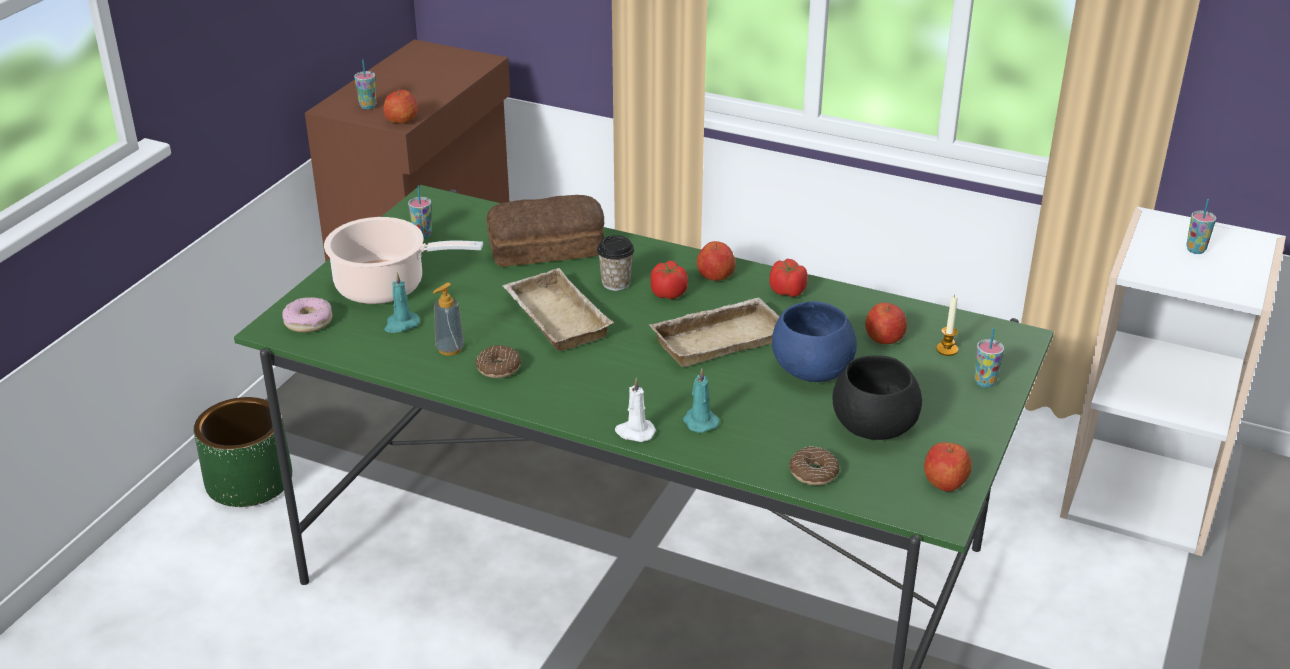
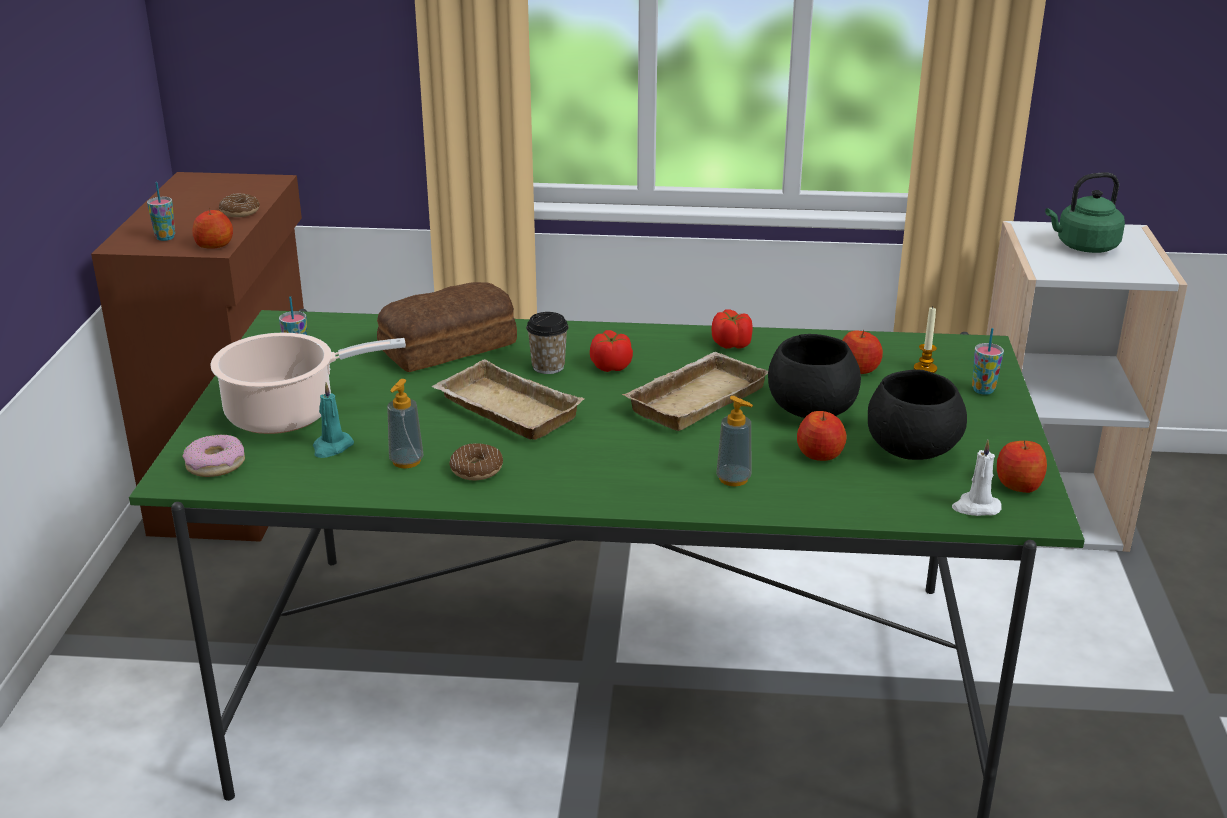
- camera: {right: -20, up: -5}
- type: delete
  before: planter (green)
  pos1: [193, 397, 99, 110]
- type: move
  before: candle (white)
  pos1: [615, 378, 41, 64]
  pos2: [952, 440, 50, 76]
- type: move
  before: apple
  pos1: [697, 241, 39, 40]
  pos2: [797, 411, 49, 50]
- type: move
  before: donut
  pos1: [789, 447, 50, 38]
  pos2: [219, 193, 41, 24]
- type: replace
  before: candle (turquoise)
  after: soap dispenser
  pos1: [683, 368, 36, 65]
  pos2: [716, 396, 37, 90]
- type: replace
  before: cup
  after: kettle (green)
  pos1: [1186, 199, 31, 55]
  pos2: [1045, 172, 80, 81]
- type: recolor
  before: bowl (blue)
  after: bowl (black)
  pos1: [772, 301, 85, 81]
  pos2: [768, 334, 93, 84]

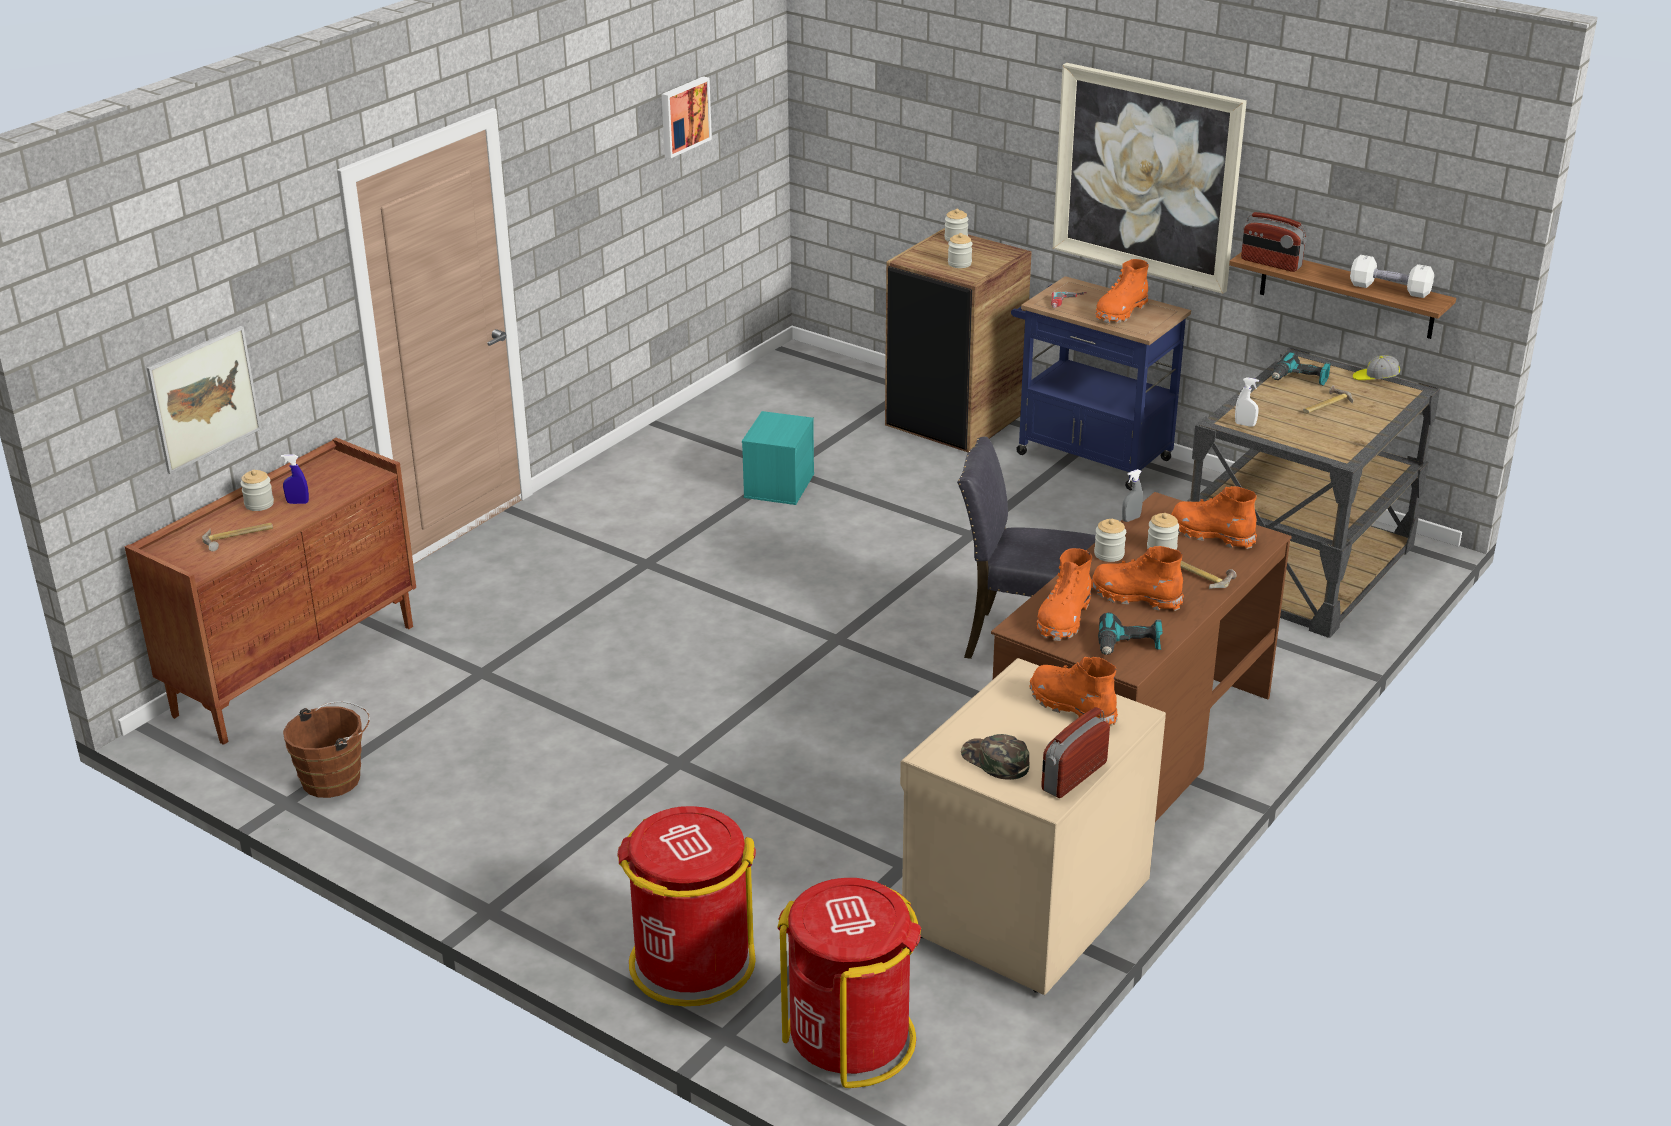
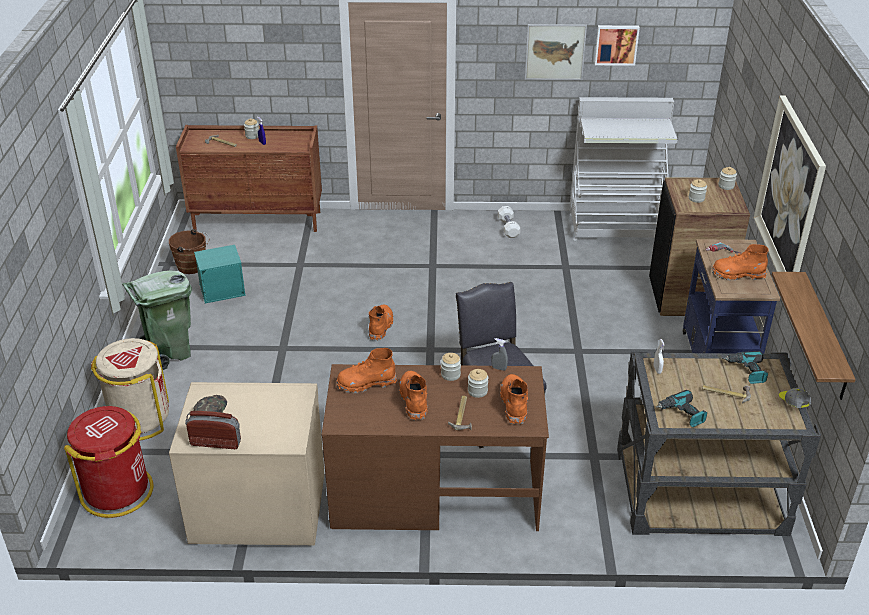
- camera: {right: 55, up: 5}
- type: delete
  before: radio
  pos1: [1241, 212, 66, 60]
- type: insert
  after: trash can (green)
  pos2: [122, 270, 70, 100]
- type: insert
  after: shoe rack (white)
  pos2: [569, 97, 108, 143]
- type: move
  before: picture
  pos1: [147, 326, 114, 148]
  pos2: [525, 24, 62, 56]
- type: move
  before: storage box (turquoise)
  pos1: [742, 411, 72, 94]
  pos2: [194, 245, 52, 58]
- type: move
  before: boot (orange)
  pos1: [1029, 657, 89, 68]
  pos2: [369, 304, 24, 37]
- type: move
  before: power drill
  pos1: [1098, 612, 65, 43]
  pos2: [656, 390, 51, 37]
- type: move
  before: dumbbell (white)
  pos1: [1350, 255, 84, 43]
  pos2: [498, 206, 22, 32]
- type: recolor
  before: trash can (red)
  after: trash can (beige)
  pos1: [617, 806, 139, 200]
  pos2: [91, 338, 78, 103]

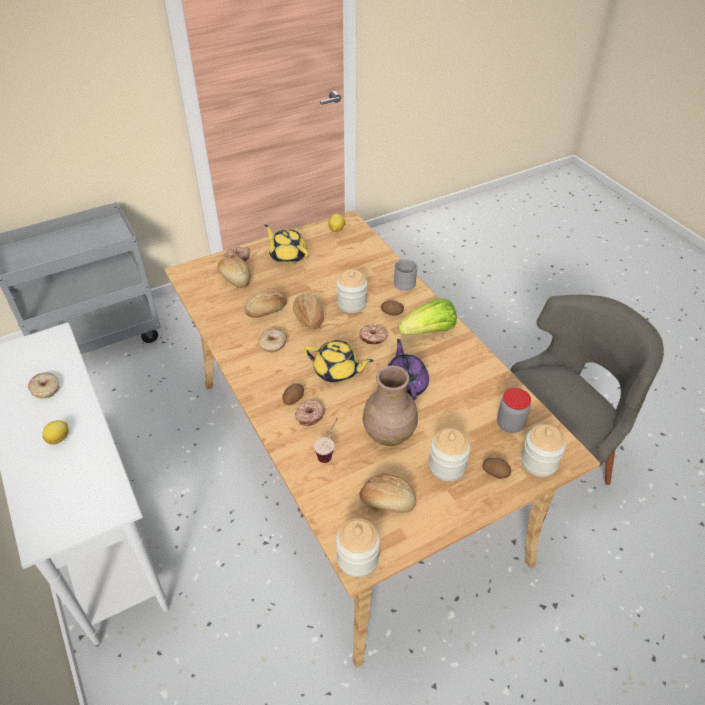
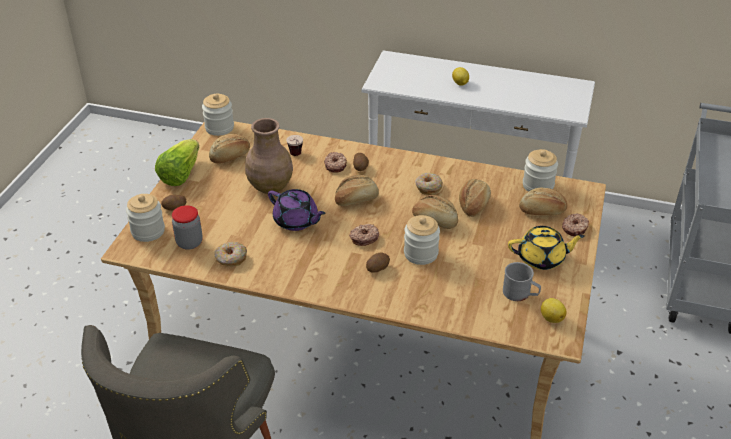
- camera: {right: 135, up: -5}
- type: move
  before: donut
  pos1: [28, 373, 31, 26]
  pos2: [215, 242, 32, 24]
- type: move
  before: mug (grey)
  pos1: [394, 259, 24, 32]
  pos2: [503, 262, 38, 39]
- type: move
  before: lettuce
  pos1: [398, 298, 59, 37]
  pos2: [155, 139, 44, 47]
- type: move
  before: jar
  pos1: [429, 428, 41, 53]
  pos2: [523, 149, 35, 43]
- type: replace
  before: teapot (yellow)
  after: bread
  pos1: [304, 340, 70, 43]
  pos2: [335, 175, 44, 31]

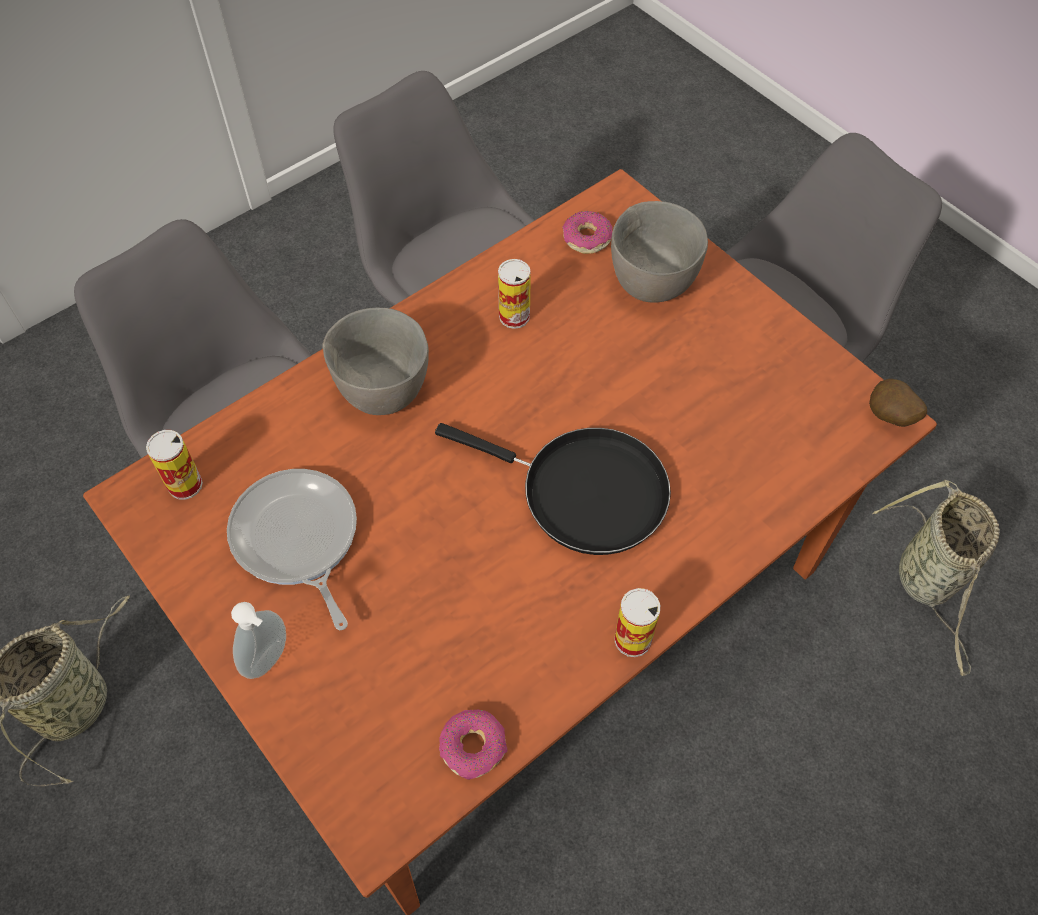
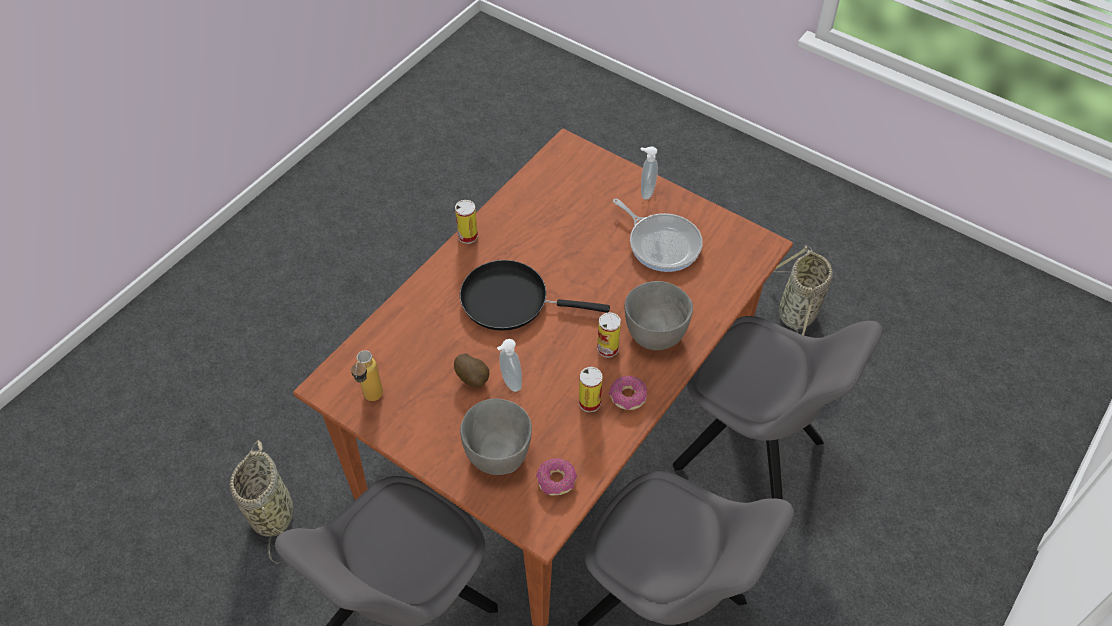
- camera: {right: 165, up: -5}
- type: insert
  after: bottle
  pos2: [351, 350, 32, 51]
- type: insert
  after: soap dispenser
  pos2: [497, 339, 25, 53]
- type: move
  before: can
  pos1: [146, 430, 57, 70]
  pos2: [597, 312, 24, 46]
- type: move
  before: donut
  pos1: [439, 710, 69, 70]
  pos2: [609, 376, 38, 34]
- type: move
  before: potato
  pos1: [869, 379, 58, 48]
  pos2: [454, 353, 35, 35]

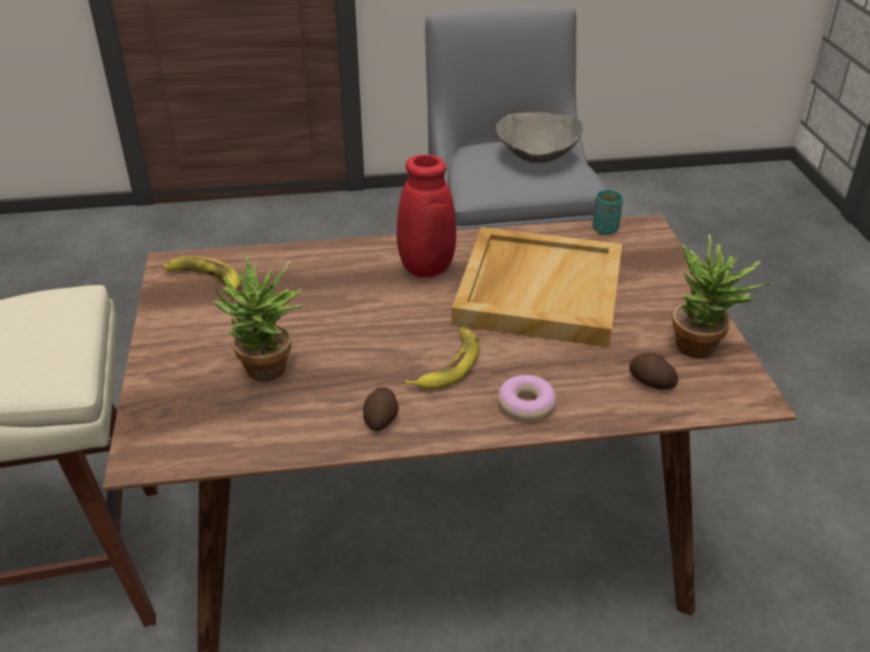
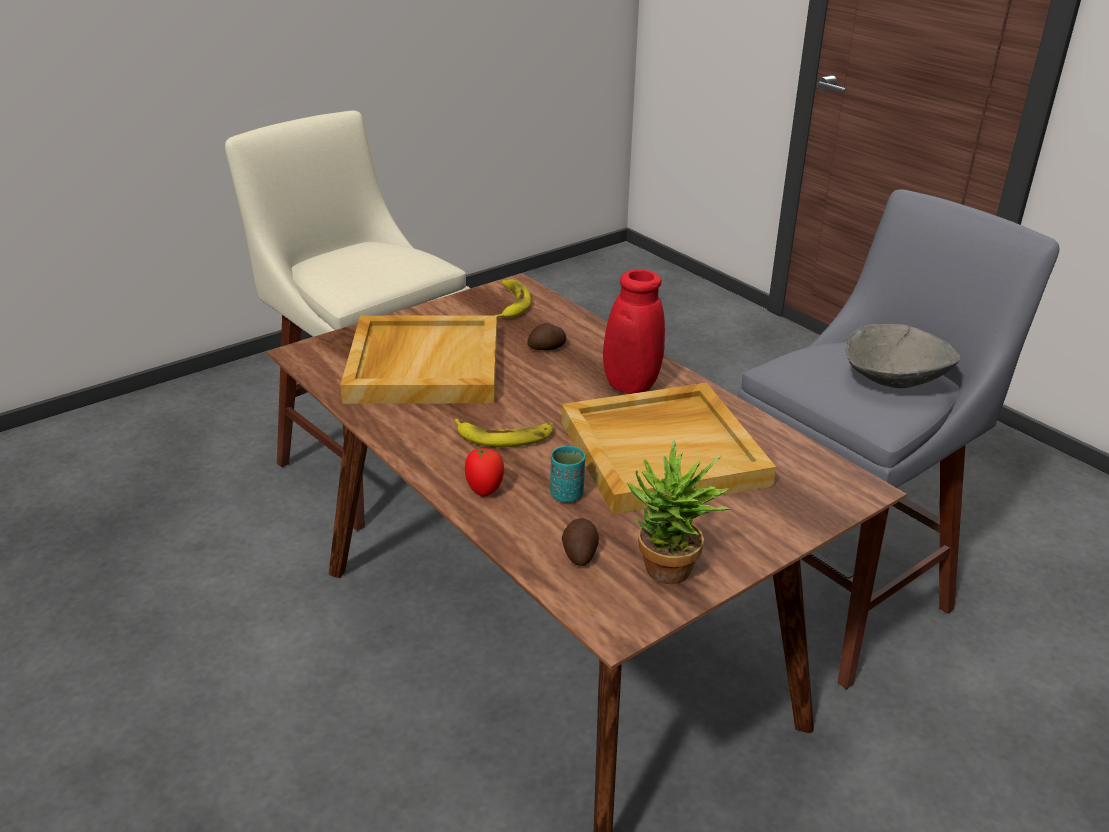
- camera: {right: 60, up: -5}
- type: move
  before: potato
  pos1: [363, 387, 36, 44]
  pos2: [527, 323, 39, 27]
- type: move
  before: cup (turquoise)
  pos1: [593, 190, 30, 44]
  pos2: [550, 446, 35, 57]
- type: replace
  before: potted plant
  after: tray (beige)
  pos1: [213, 255, 90, 126]
  pos2: [340, 315, 157, 89]
- type: replace
  before: donut
  after: tomato
  pos1: [498, 375, 58, 46]
  pos2: [465, 447, 39, 50]

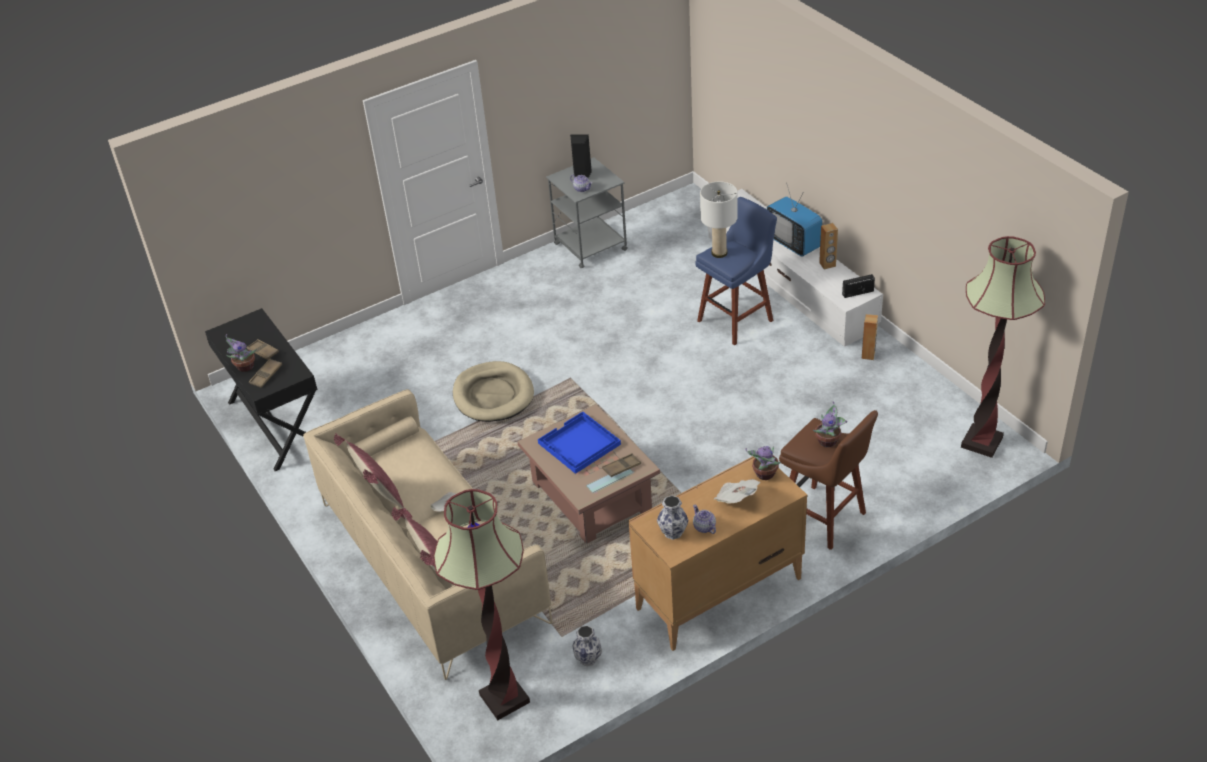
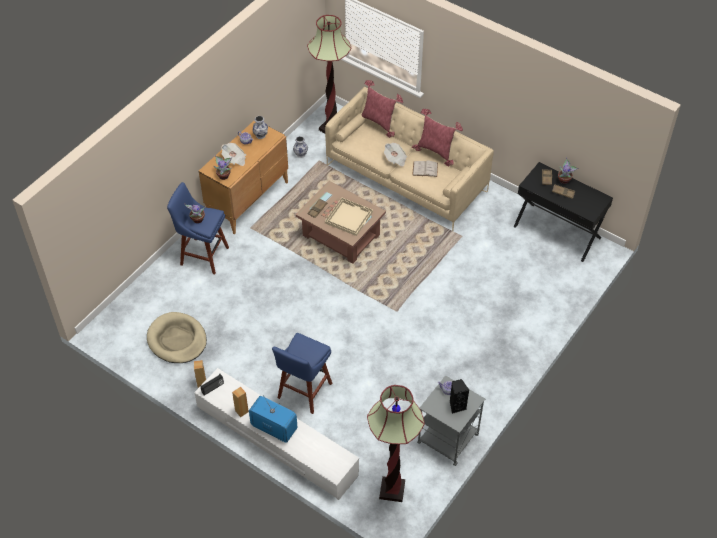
- camera: {right: 155, up: 10}
- type: delete
  before: table lamp (white)
  pos1: [700, 181, 38, 77]
- type: insert
  after: book (white)
  pos2: [412, 161, 26, 16]
- type: move
  before: dog bed (beige)
  pos1: [453, 361, 81, 61]
  pos2: [147, 312, 60, 51]
- type: move
  before: floor lamp
  pos1: [961, 236, 84, 222]
  pos2: [367, 385, 58, 117]
- type: recolor
  before: tray (blue)
  after: tray (beige)
  pos1: [538, 412, 83, 62]
  pos2: [325, 198, 48, 38]
- type: recolor
  before: stool (brown)
  after: stool (blue)
  pos1: [779, 410, 99, 140]
  pos2: [167, 182, 62, 93]

